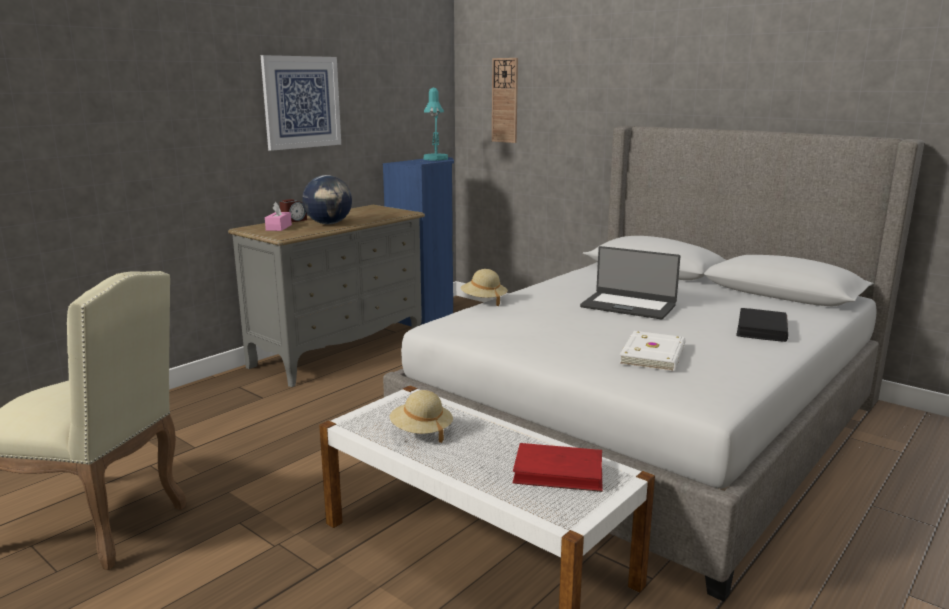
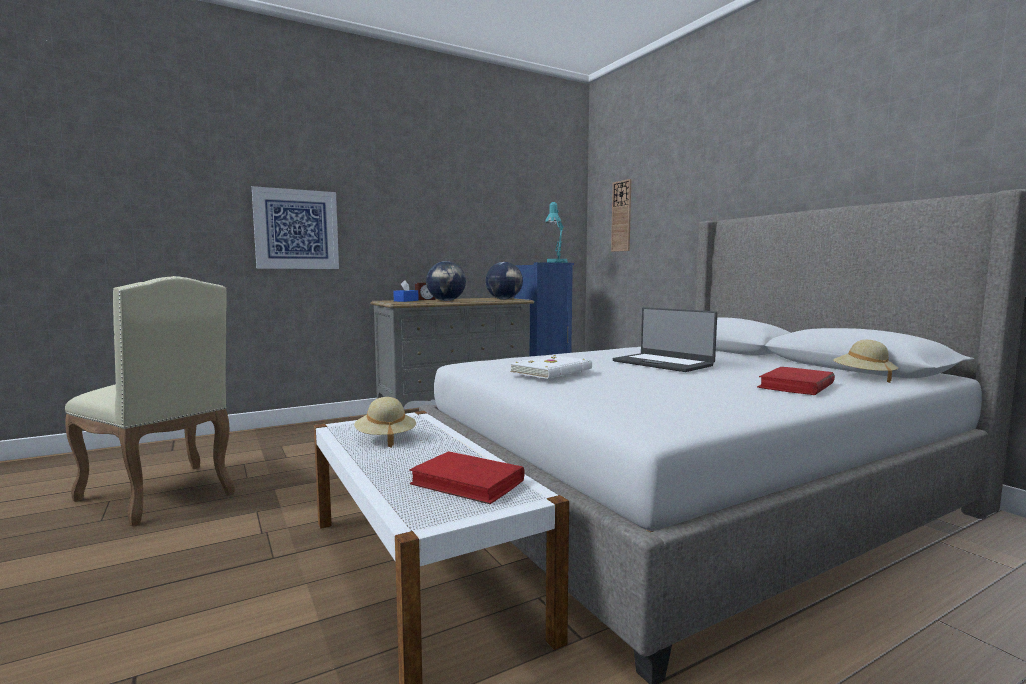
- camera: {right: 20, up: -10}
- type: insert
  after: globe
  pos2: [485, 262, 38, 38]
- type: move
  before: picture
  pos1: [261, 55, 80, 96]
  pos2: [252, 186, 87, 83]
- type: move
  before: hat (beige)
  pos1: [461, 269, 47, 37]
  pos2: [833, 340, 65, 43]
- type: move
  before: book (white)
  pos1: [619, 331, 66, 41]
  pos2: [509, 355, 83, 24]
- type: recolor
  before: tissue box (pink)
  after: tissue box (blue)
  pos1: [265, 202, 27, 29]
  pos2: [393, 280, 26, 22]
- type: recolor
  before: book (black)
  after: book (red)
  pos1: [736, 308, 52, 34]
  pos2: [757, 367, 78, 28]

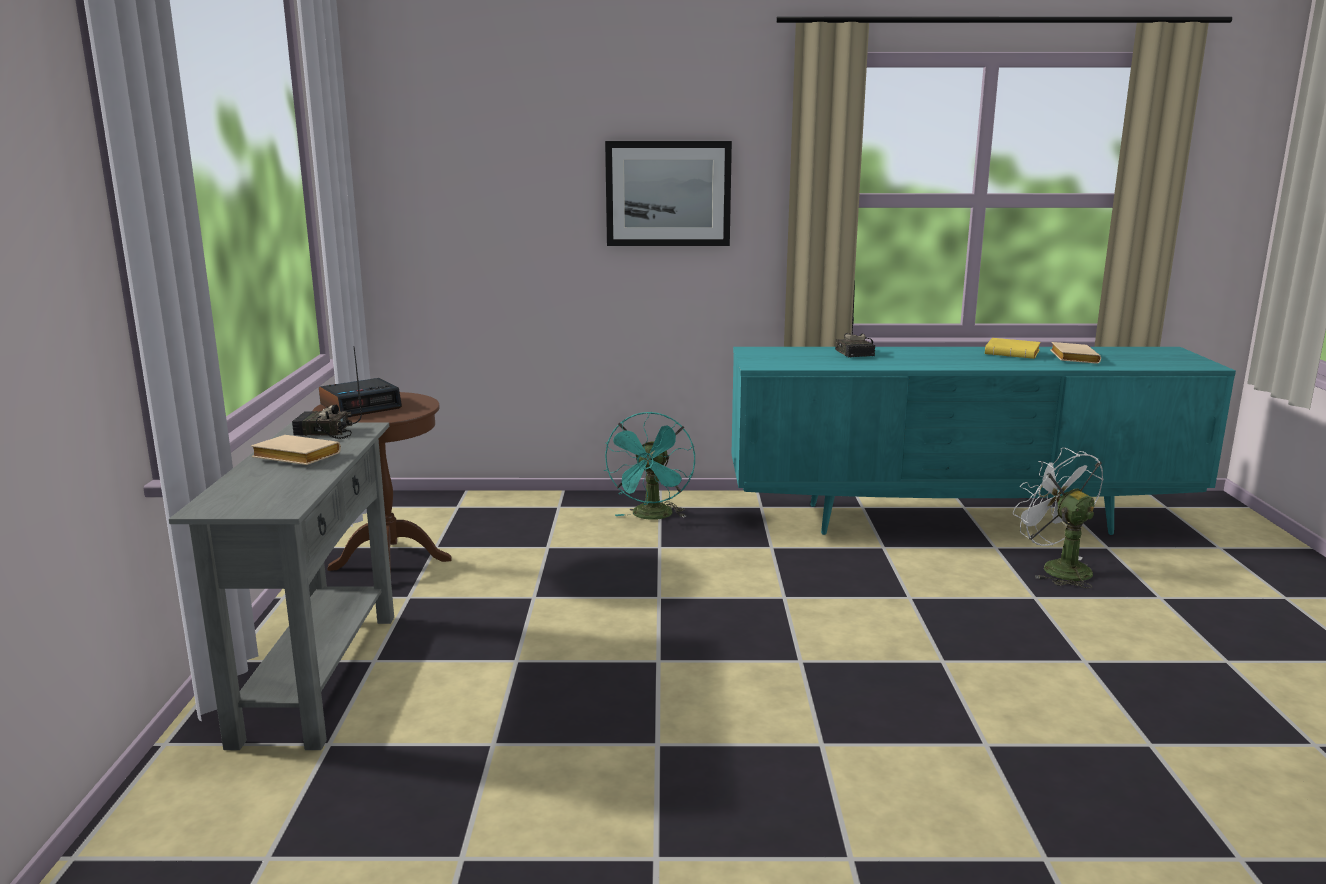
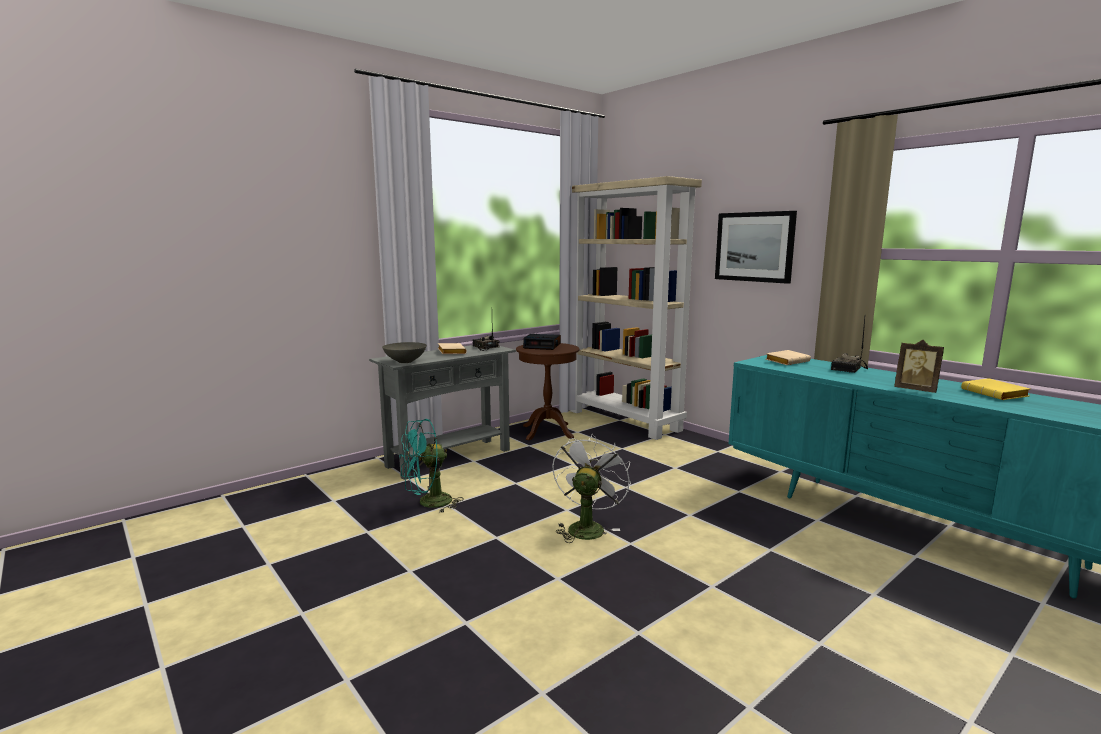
- camera: {right: 50, up: -5}
- type: insert
  after: bowl (grey)
  pos2: [382, 342, 45, 21]
- type: insert
  after: bookcase (beige)
  pos2: [570, 176, 132, 264]
- type: insert
  after: picture frame
  pos2: [894, 340, 50, 53]
- type: move
  before: fan (turquoise)
  pos1: [604, 412, 91, 108]
  pos2: [399, 419, 65, 93]
- type: move
  before: fan (white)
  pos1: [1013, 447, 91, 141]
  pos2: [553, 434, 78, 109]
- type: move
  before: book (beige)
  pos1: [1050, 342, 51, 22]
  pos2: [766, 350, 45, 15]

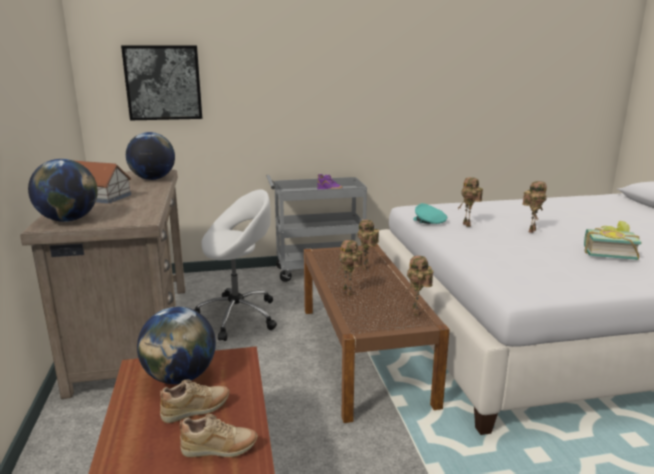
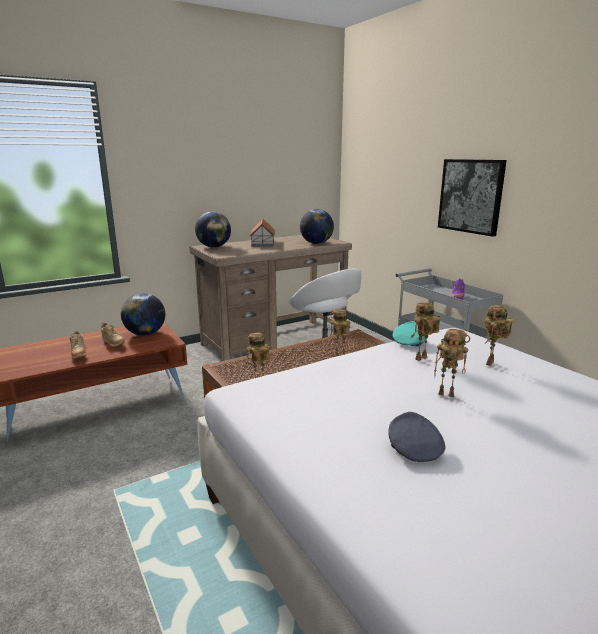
- camera: {right: 70, up: 0}
- type: move
  before: picture
  pos1: [121, 45, 81, 75]
  pos2: [438, 159, 69, 78]
- type: move
  before: toy robot
  pos1: [336, 240, 27, 56]
  pos2: [484, 305, 29, 61]
- type: replace
  before: book
  after: cap (grey)
  pos1: [584, 221, 58, 39]
  pos2: [388, 412, 57, 50]

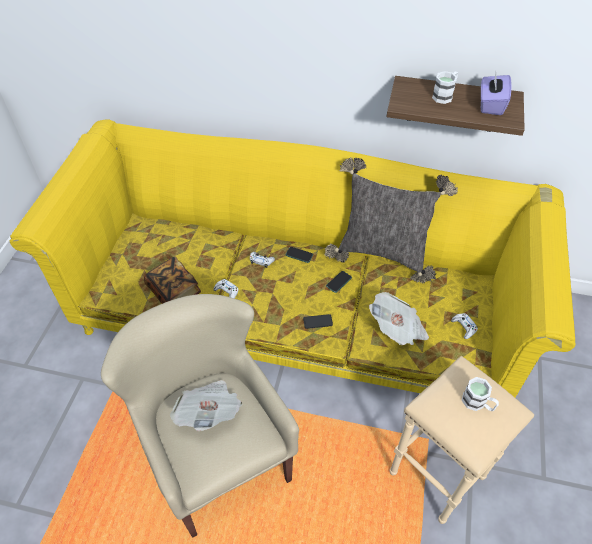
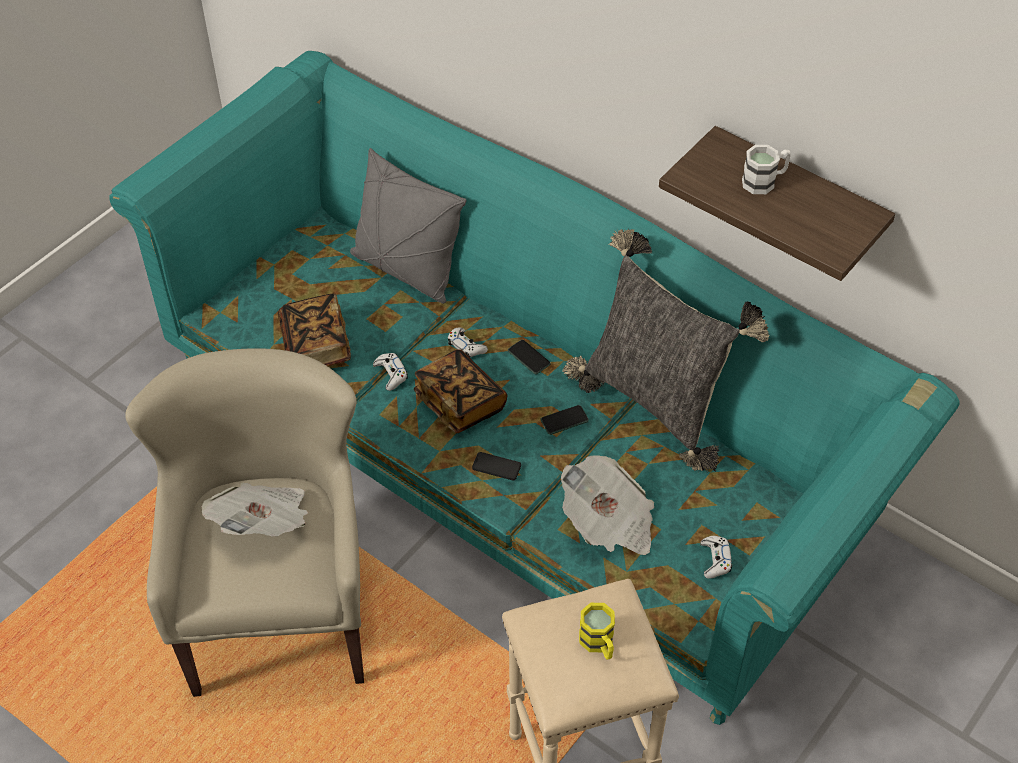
- camera: {right: 25, up: 0}
- type: delete
  before: tissue box (purple)
  pos1: [481, 72, 31, 43]
- type: insert
  after: pillow (grey)
  pos2: [350, 148, 117, 156]
- type: insert
  after: book
  pos2: [414, 349, 93, 84]
- type: recolor
  before: sofa (yellow)
  after: sofa (turquoise)
  pos1: [10, 119, 565, 279]
  pos2: [109, 51, 851, 674]
- type: recolor
  before: mug (white)
  after: mug (yellow)
  pos1: [462, 377, 37, 34]
  pos2: [579, 603, 36, 57]

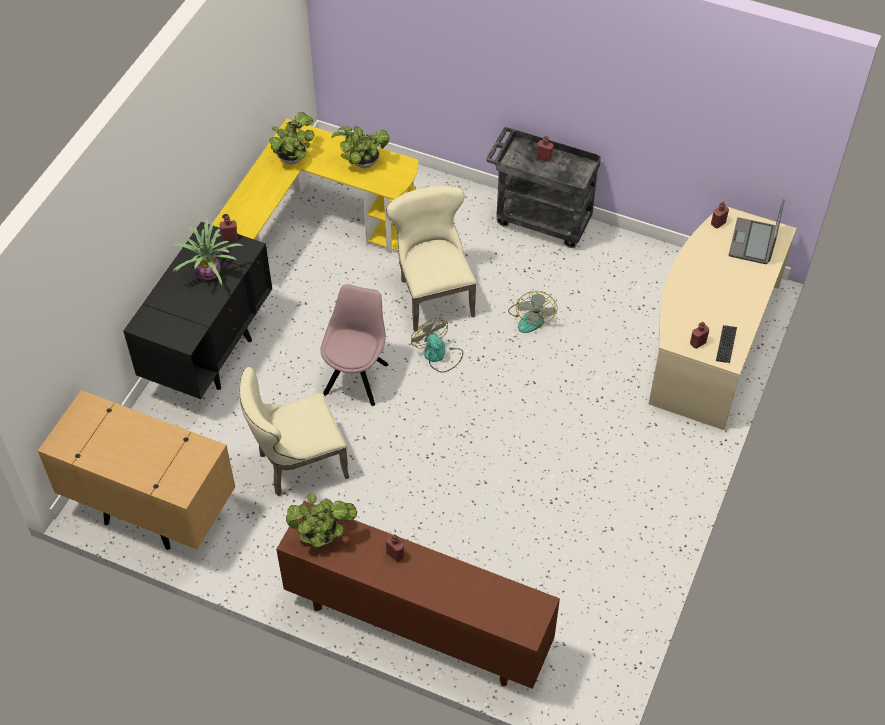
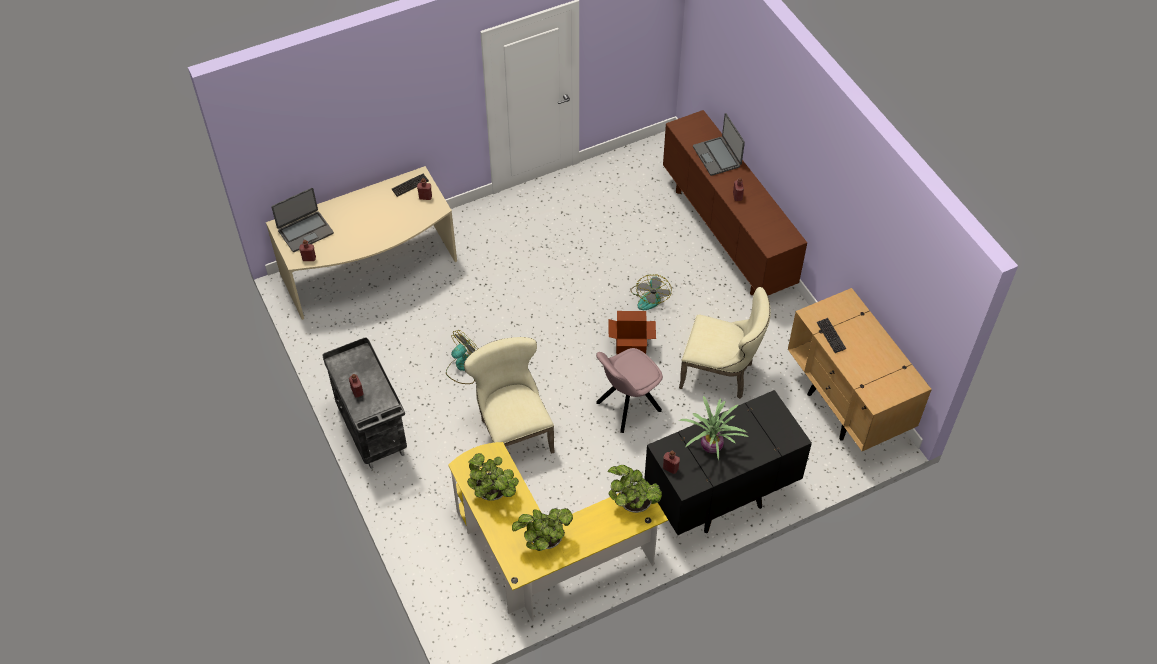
- camera: {right: -140, up: 0}
- type: insert
  after: cardboard box
  pos2: [609, 311, 47, 44]
- type: insert
  after: laptop
  pos2: [693, 113, 52, 63]
- type: insert
  after: keyboard
  pos2: [817, 318, 29, 35]
- type: move
  before: potted plant
  pos1: [286, 494, 71, 53]
  pos2: [608, 465, 54, 48]
- type: move
  before: fan
  pos1: [411, 318, 52, 55]
  pos2: [630, 274, 42, 36]
- type: rotate
  before: chair (beige)
  pos1: [386, 186, 90, 146]
  pos2: [464, 337, 91, 117]
  turn: 135

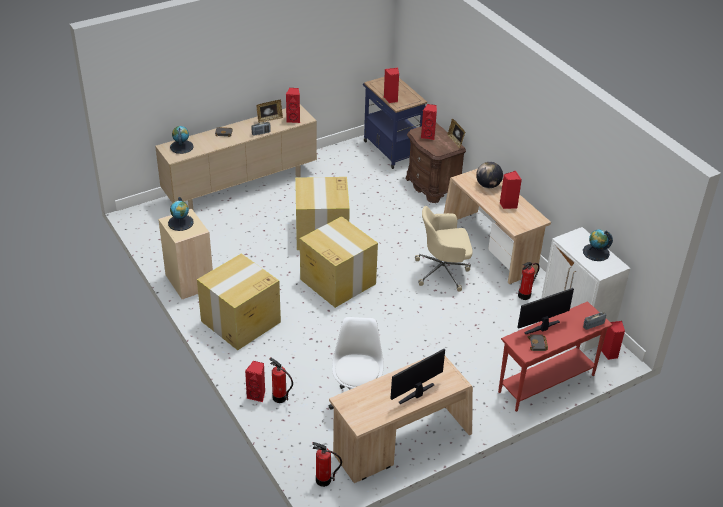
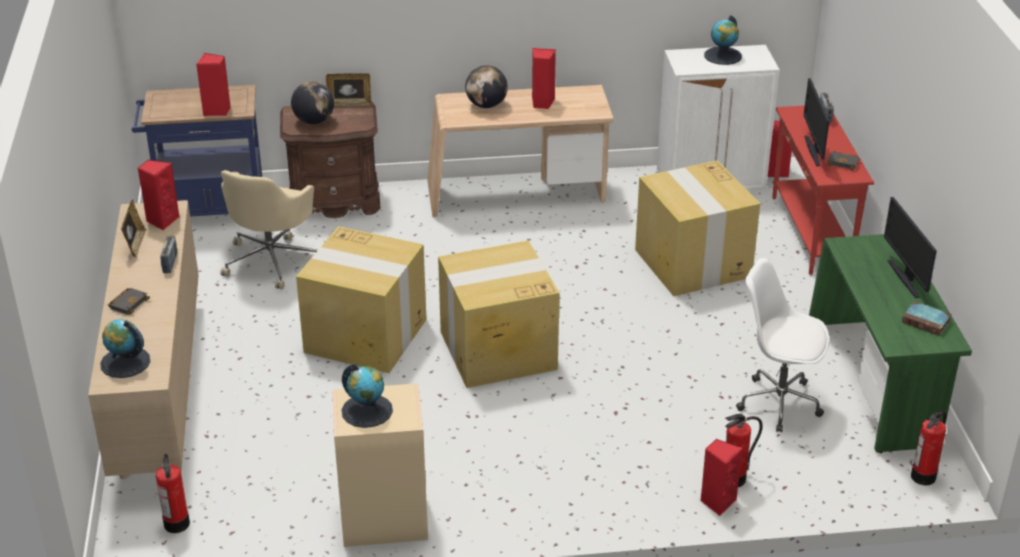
- camera: {right: -65, up: -5}
- type: insert
  after: book
  pos2: [902, 301, 50, 35]
- type: move
  before: cardboard box
  pos1: [197, 253, 84, 97]
  pos2: [635, 160, 125, 136]
- type: move
  before: office chair (beige)
  pos1: [415, 206, 58, 86]
  pos2: [220, 170, 98, 119]
- type: move
  before: fire extinguisher
  pos1: [518, 262, 22, 38]
  pos2: [156, 454, 34, 79]
- type: replace
  before: speaker (red)
  after: globe
  pos1: [421, 104, 16, 36]
  pos2: [291, 81, 43, 43]
- type: recolor
  before: desk (beige)
  after: desk (green)
  pos1: [329, 356, 144, 127]
  pos2: [809, 234, 163, 219]

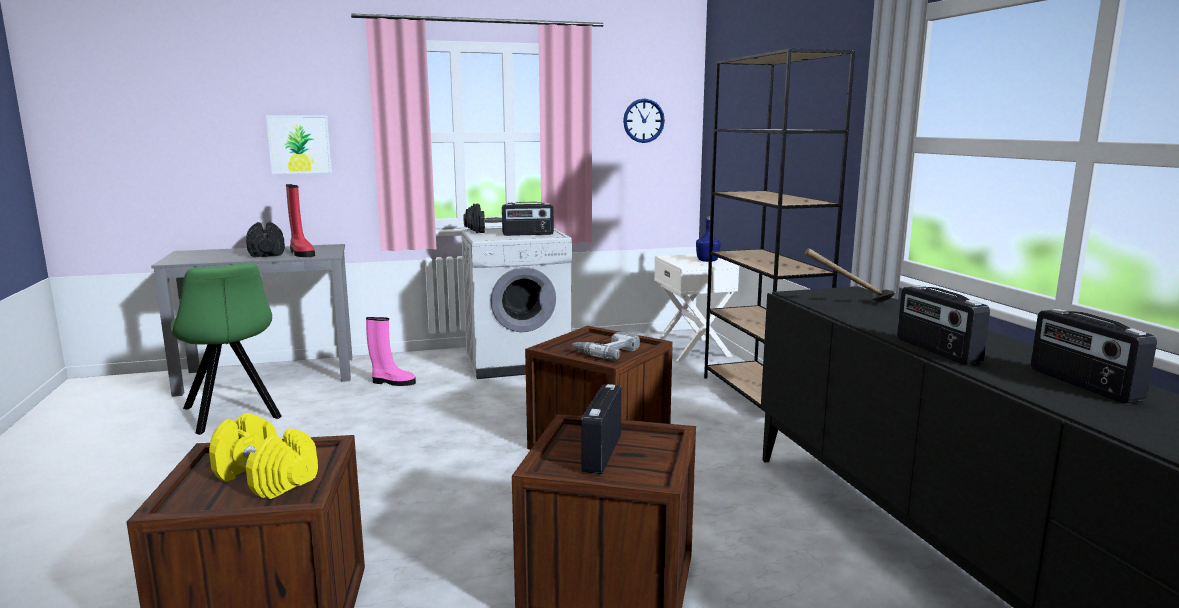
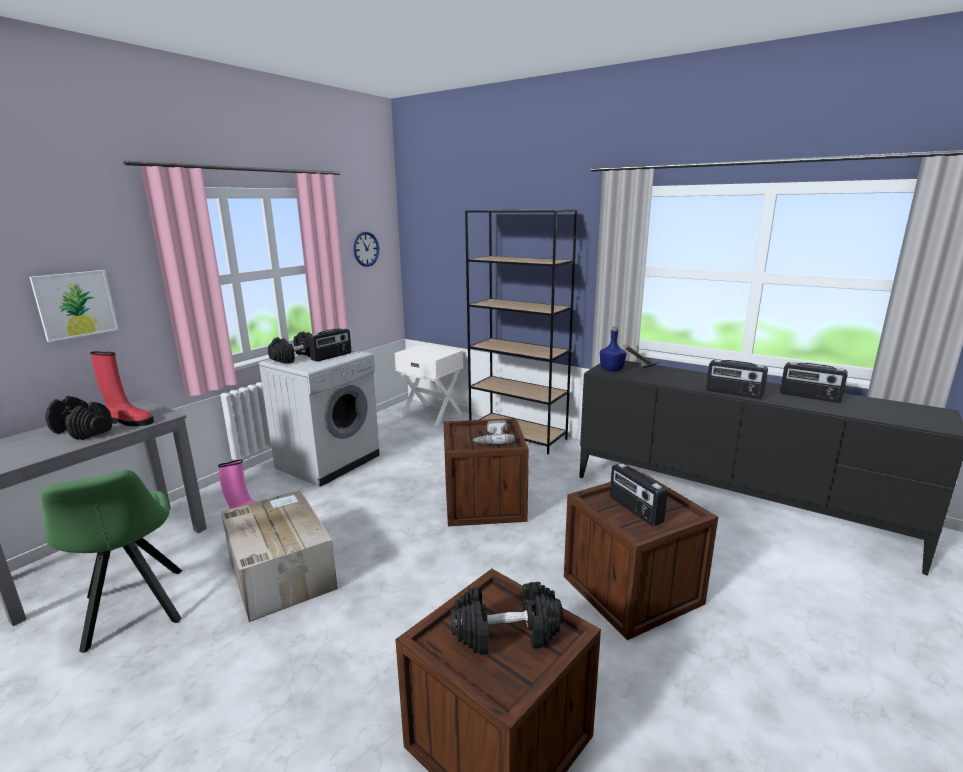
- camera: {right: -40, up: 5}
- type: insert
  after: cardboard box
  pos2: [221, 490, 117, 132]
- type: move
  before: bottle (blue)
  pos1: [696, 216, 25, 46]
  pos2: [600, 327, 27, 44]
- type: recolor
  before: dumbbell (yellow)
  after: dumbbell (black)
  pos1: [209, 413, 109, 86]
  pos2: [450, 582, 113, 72]
- type: rotate
  before: chair (green)
  pos1: [171, 263, 110, 172]
  pos2: [41, 470, 141, 183]
  turn: 45

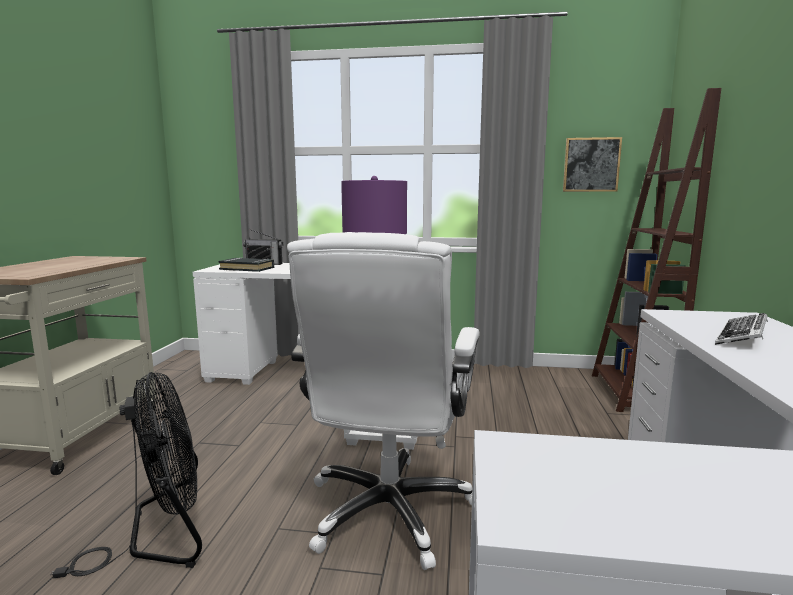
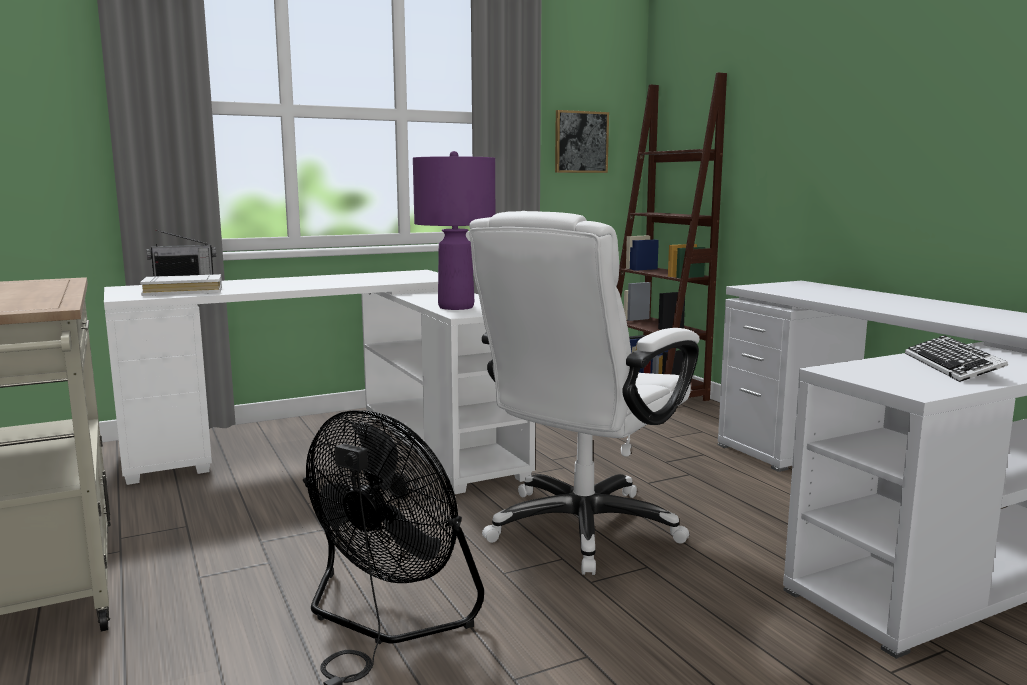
- camera: {right: -35, up: 0}
- type: move
  before: keyboard
  pos1: [715, 313, 53, 32]
  pos2: [905, 335, 103, 47]
- type: recolor
  before: book (black)
  after: book (white)
  pos1: [219, 258, 55, 14]
  pos2: [140, 274, 82, 22]
- type: rotate
  before: office chair (white)
  pos1: [287, 232, 193, 338]
  pos2: [469, 211, 230, 364]
  turn: 60

